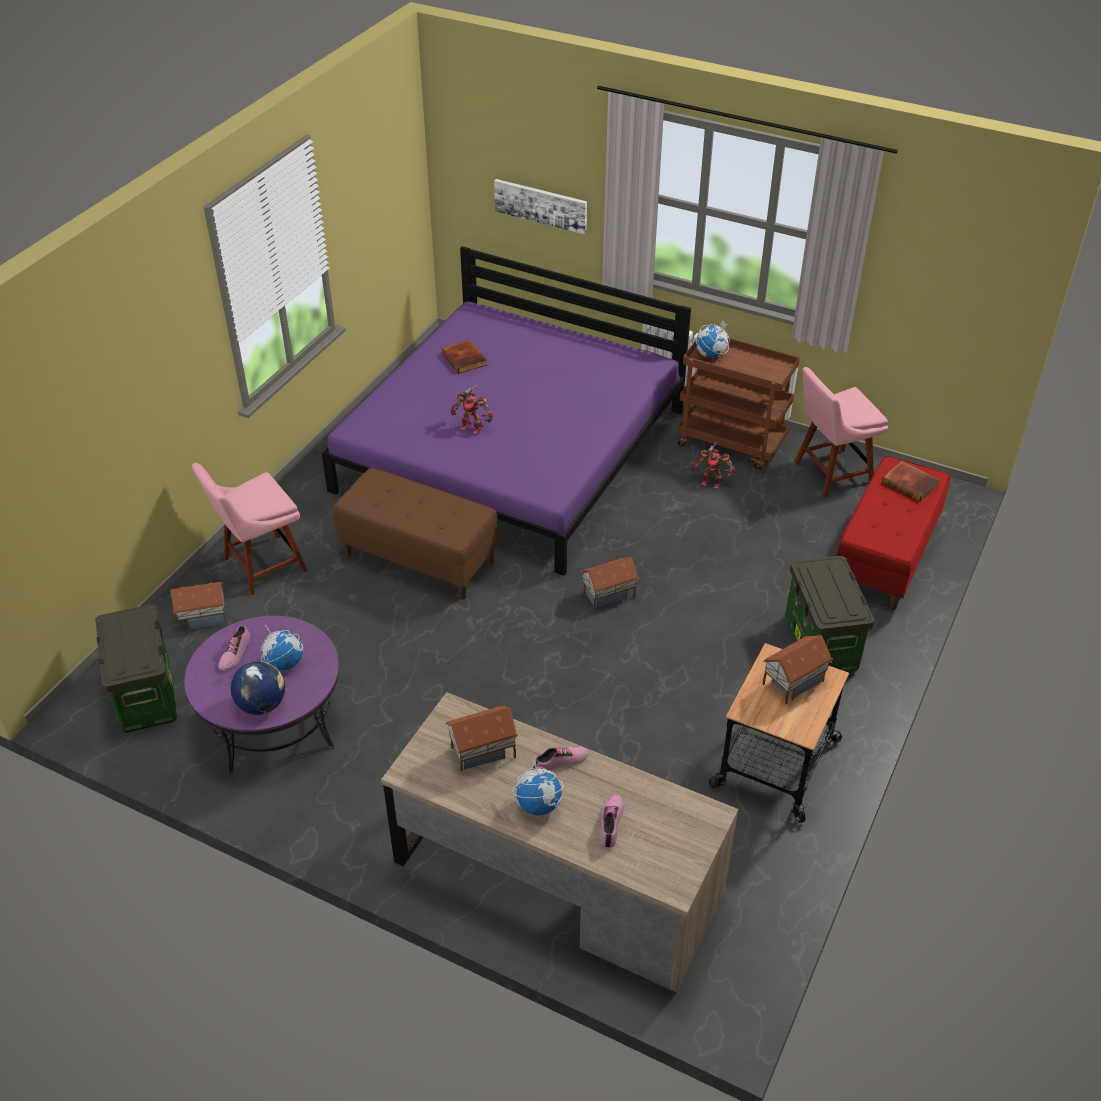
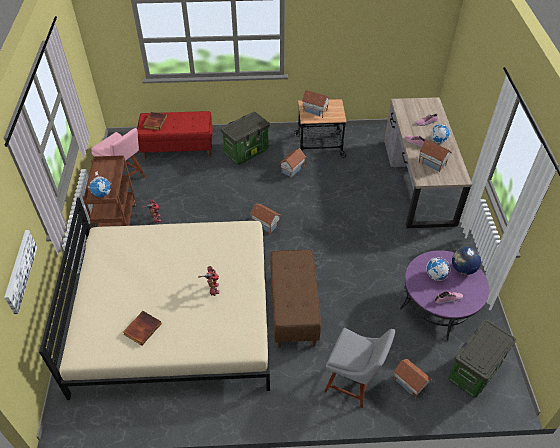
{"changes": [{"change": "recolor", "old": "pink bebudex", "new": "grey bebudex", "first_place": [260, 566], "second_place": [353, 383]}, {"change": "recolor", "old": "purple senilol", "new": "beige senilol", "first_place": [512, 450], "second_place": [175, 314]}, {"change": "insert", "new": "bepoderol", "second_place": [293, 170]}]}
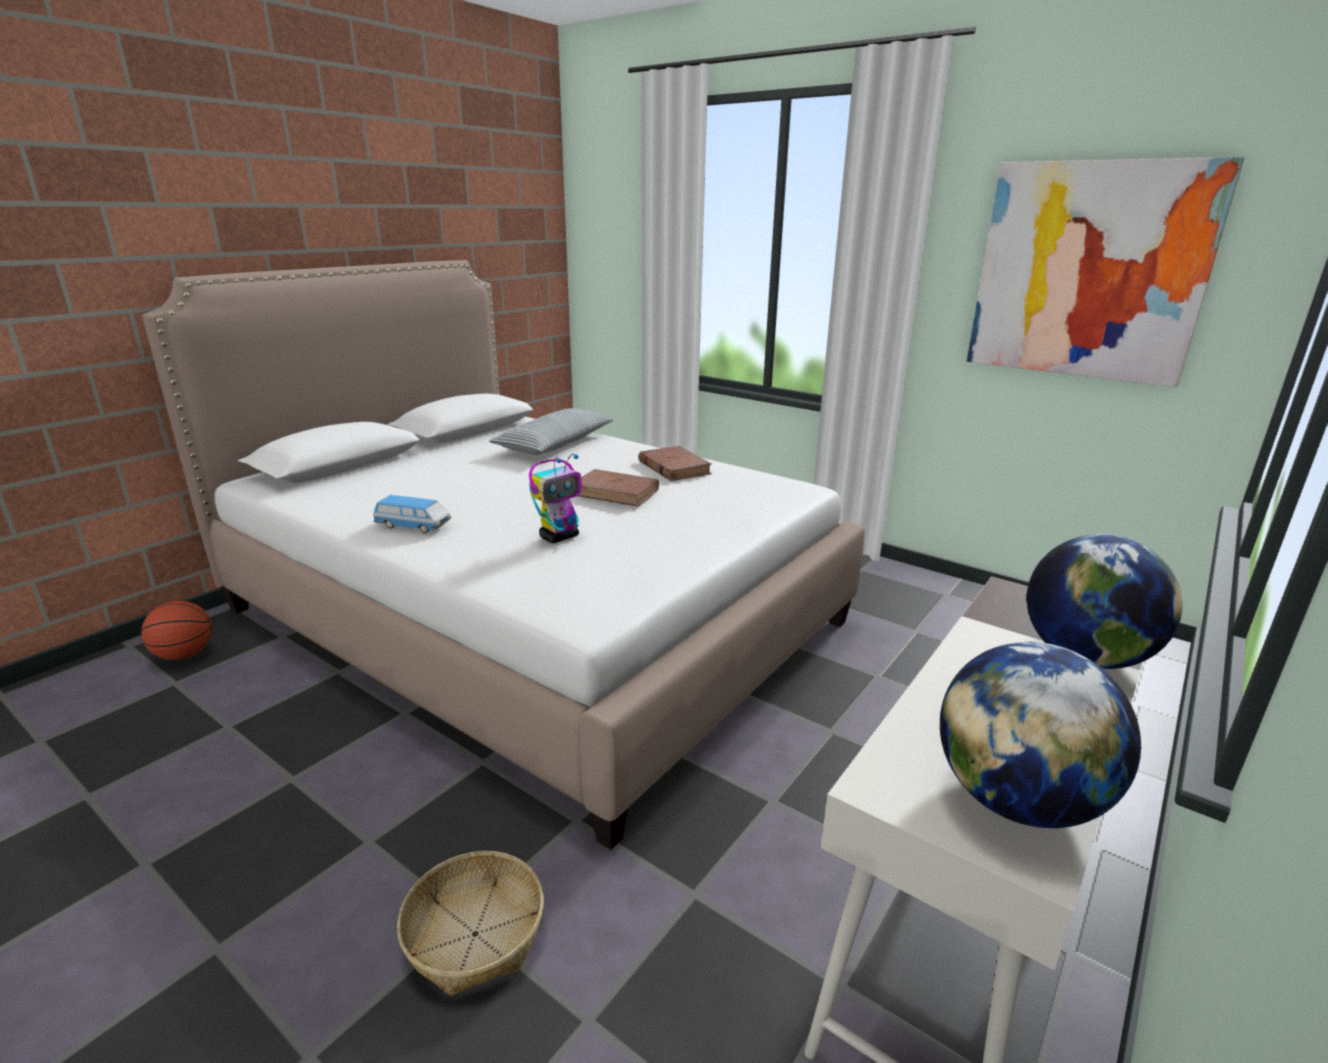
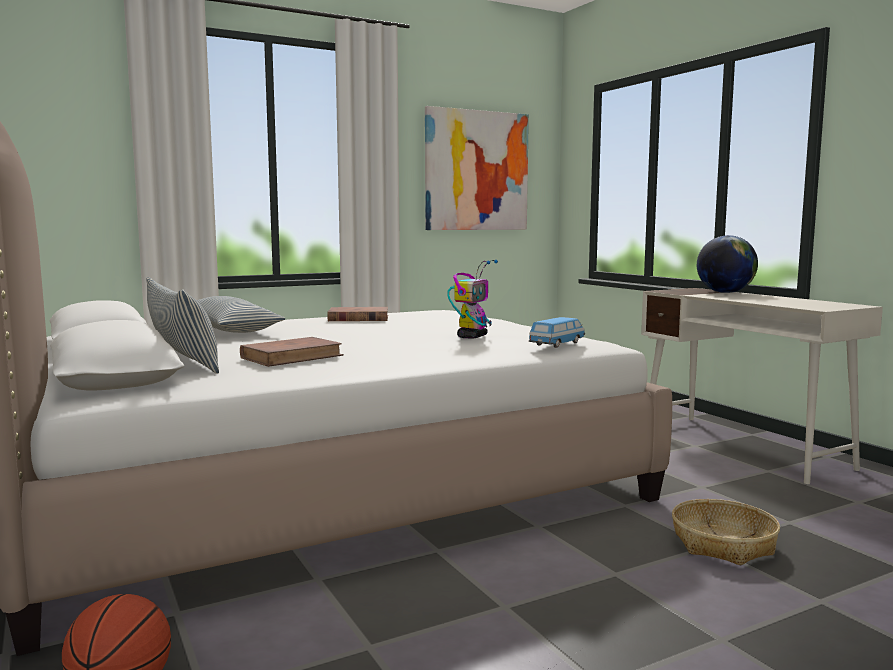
{"changes": [{"change": "move", "old": "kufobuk", "first_place": [413, 526], "second_place": [557, 344]}, {"change": "rotate", "old": "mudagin", "first_place": [560, 537], "second_place": [472, 336], "degrees": 45}, {"change": "move", "old": "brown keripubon", "first_place": [615, 492], "second_place": [292, 357]}, {"change": "delete", "old": "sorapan", "first_place": [1016, 800]}, {"change": "insert", "new": "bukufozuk", "second_place": [182, 360]}]}
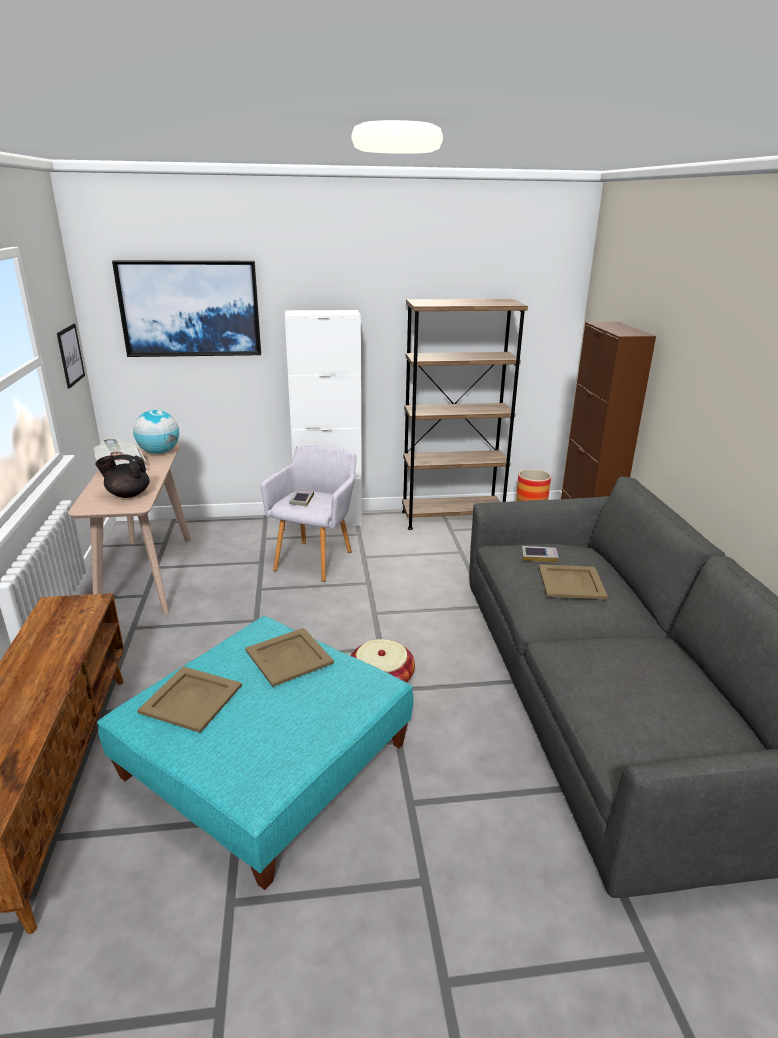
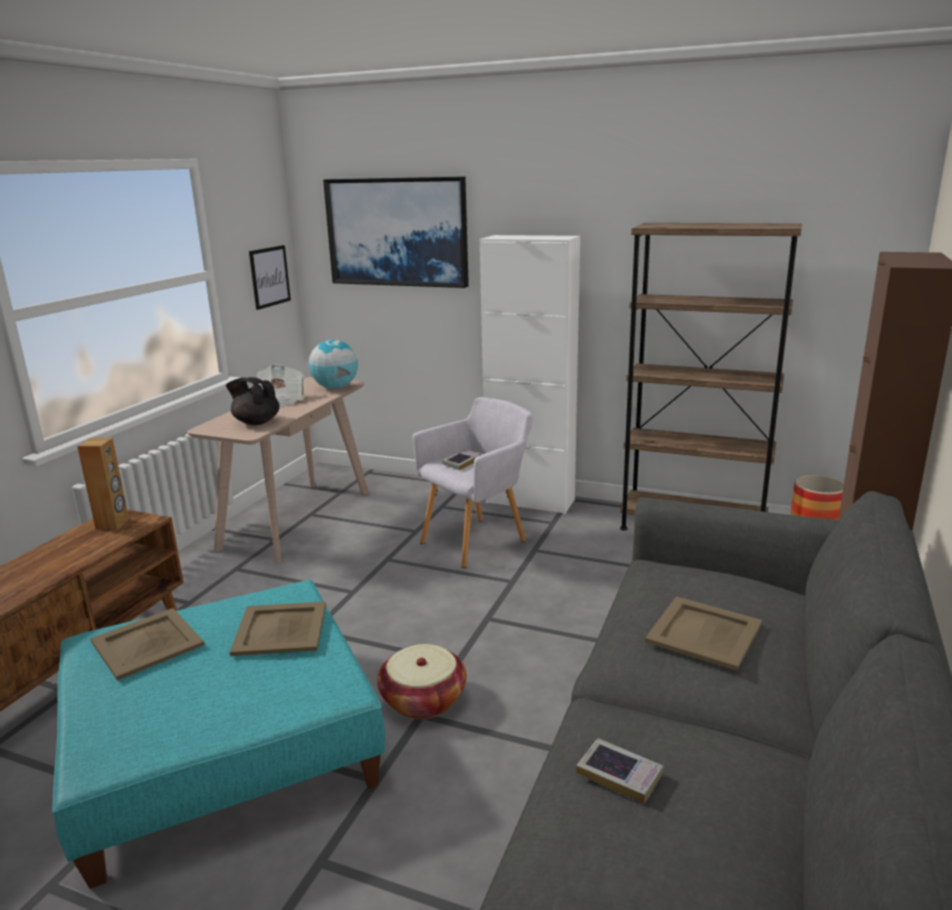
{"changes": [{"change": "move", "old": "keripubon", "first_place": [539, 556], "second_place": [619, 774]}, {"change": "insert", "new": "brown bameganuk", "second_place": [113, 524]}]}
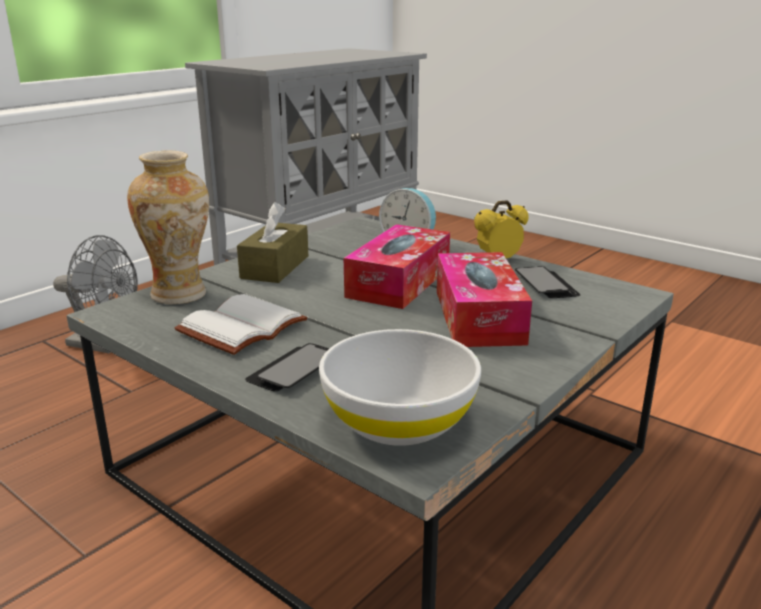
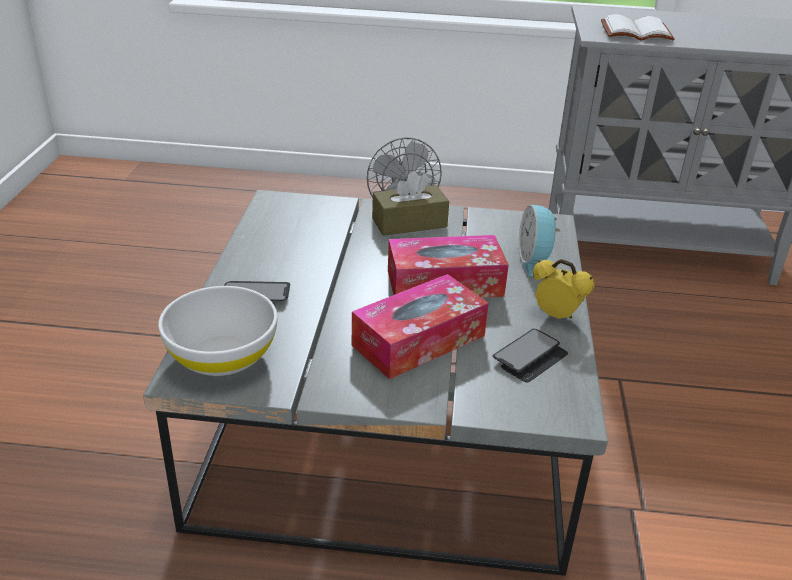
{"changes": [{"change": "delete", "old": "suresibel", "first_place": [180, 295]}, {"change": "move", "old": "white keripubon", "first_place": [243, 329], "second_place": [635, 32]}]}
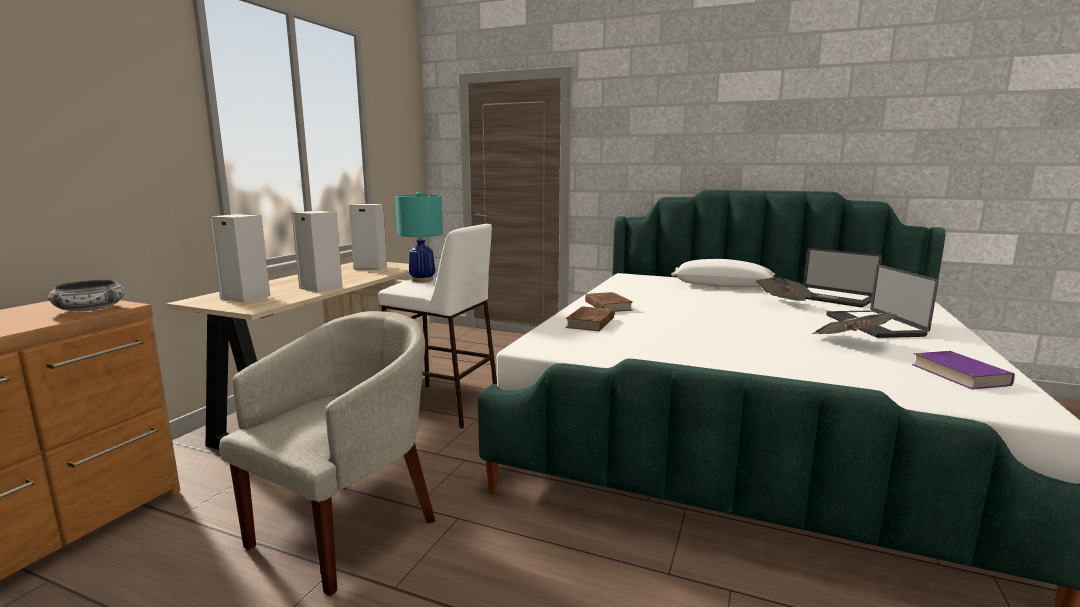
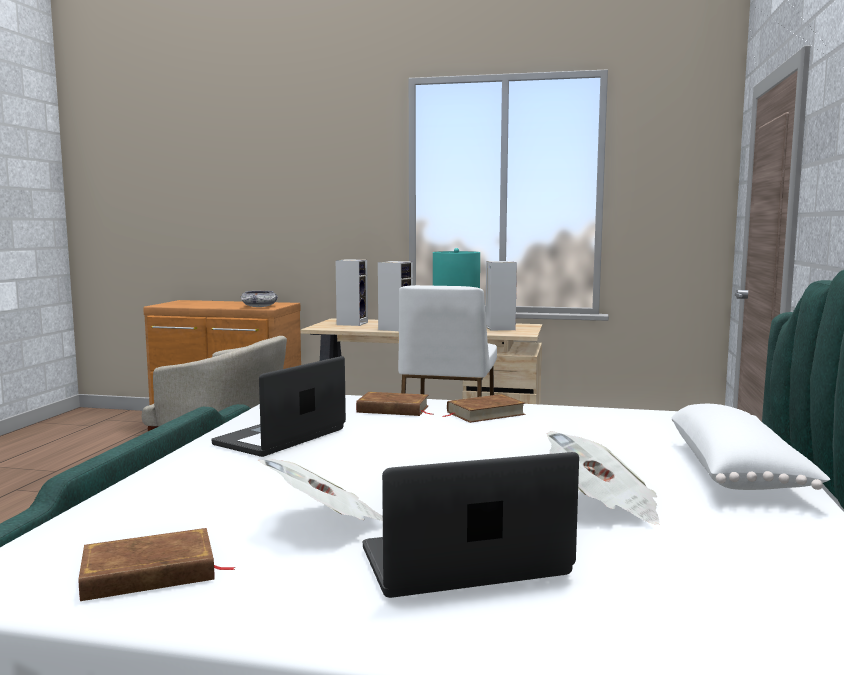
{"changes": [{"change": "move", "old": "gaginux", "first_place": [831, 298], "second_place": [281, 437]}, {"change": "recolor", "old": "purple keripubon", "new": "brown keripubon", "first_place": [959, 374], "second_place": [149, 573]}]}
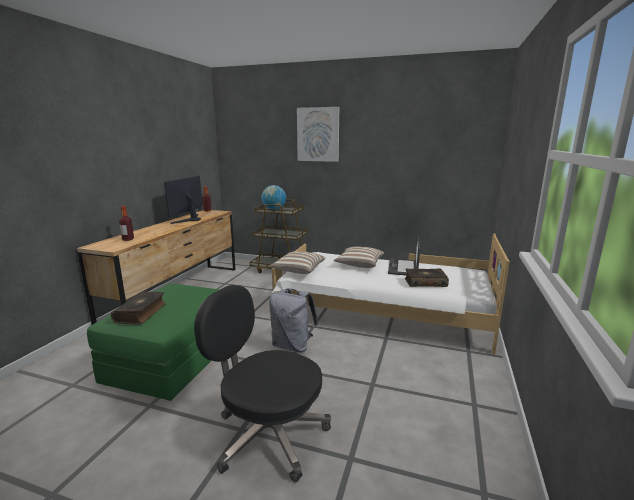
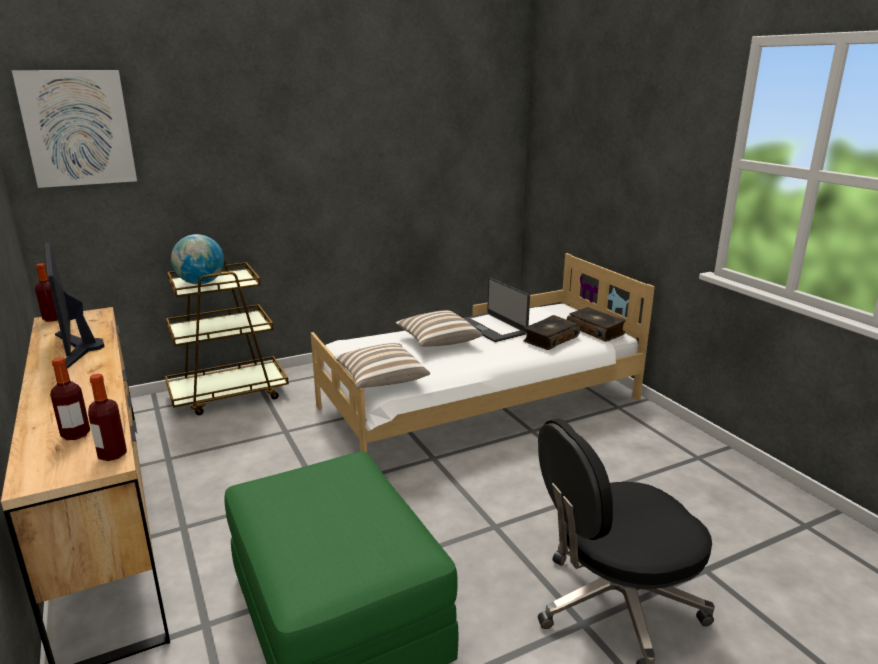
{"changes": [{"change": "move", "old": "keripubon", "first_place": [141, 313], "second_place": [595, 330]}, {"change": "delete", "old": "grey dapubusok", "first_place": [292, 346]}, {"change": "move", "old": "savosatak", "first_place": [318, 134], "second_place": [78, 128]}, {"change": "insert", "new": "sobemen", "second_place": [112, 454]}]}
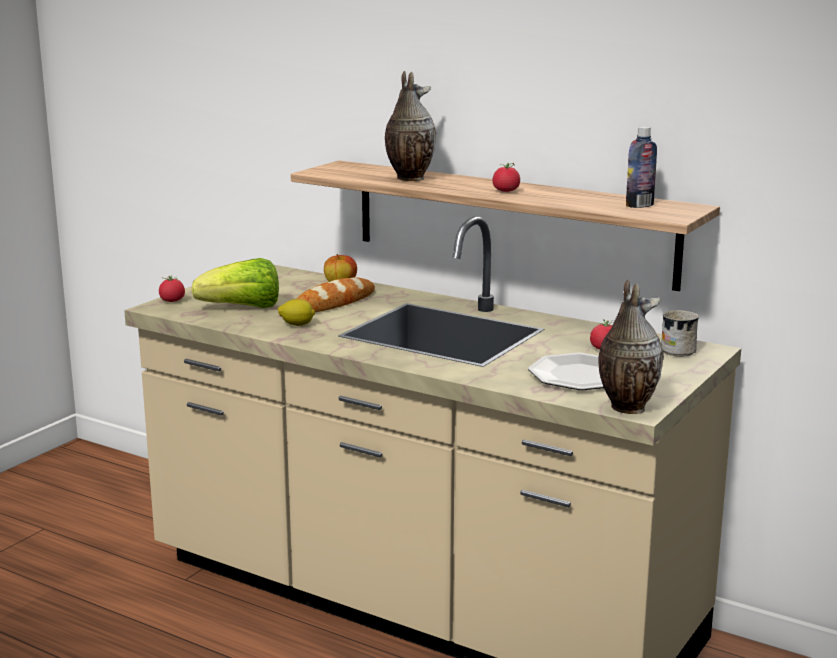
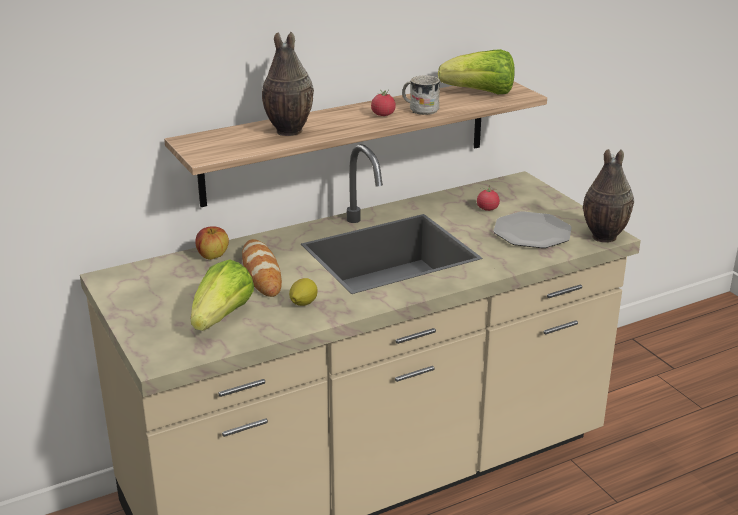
{"changes": [{"change": "delete", "old": "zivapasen", "first_place": [172, 301]}, {"change": "replace", "old": "sobemen", "new": "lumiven", "first_place": [639, 205], "second_place": [480, 93]}, {"change": "move", "old": "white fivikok", "first_place": [677, 349], "second_place": [420, 109]}]}
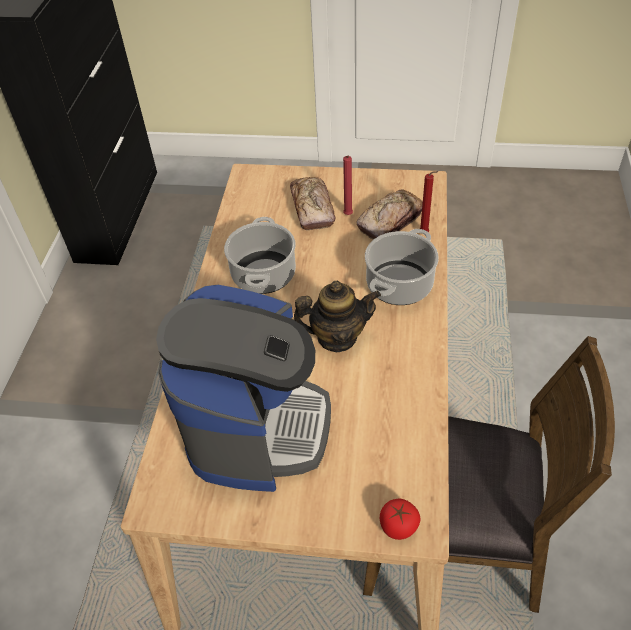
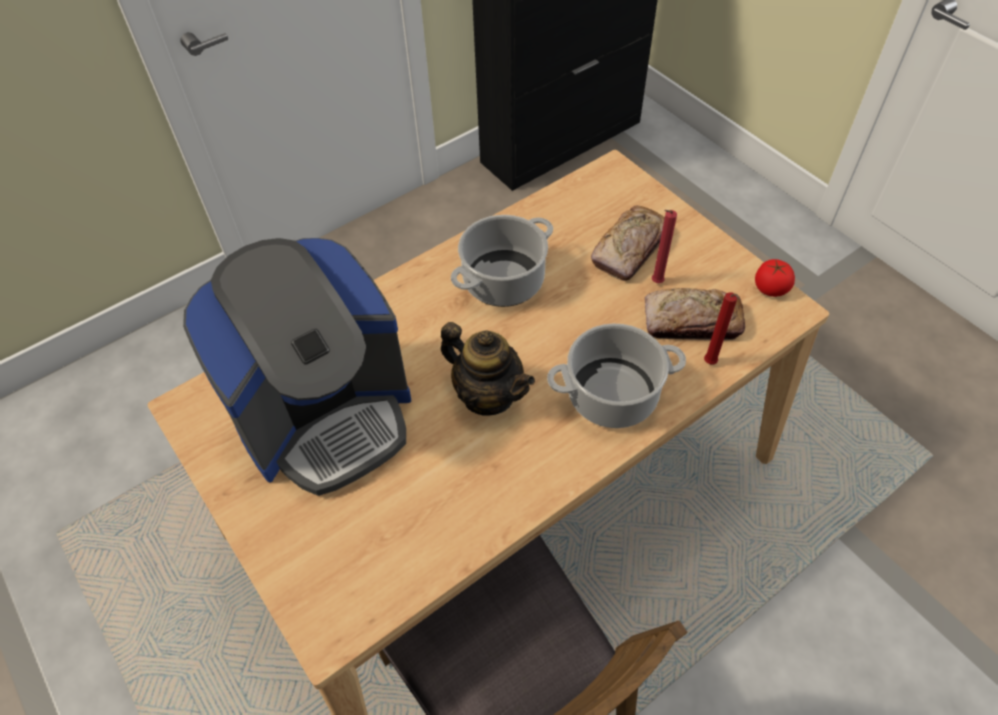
{"changes": [{"change": "move", "old": "zivapasen", "first_place": [398, 526], "second_place": [770, 288]}]}
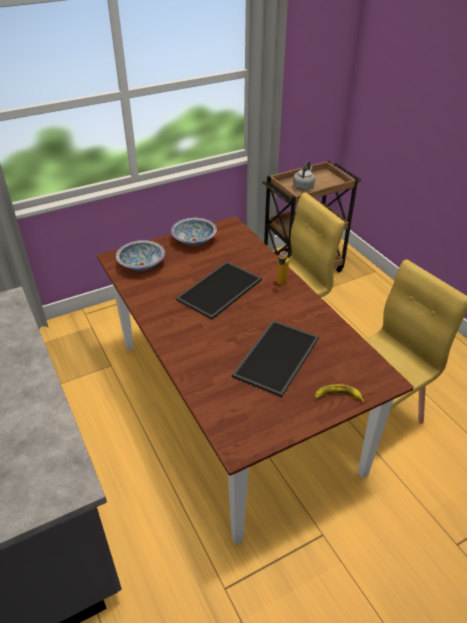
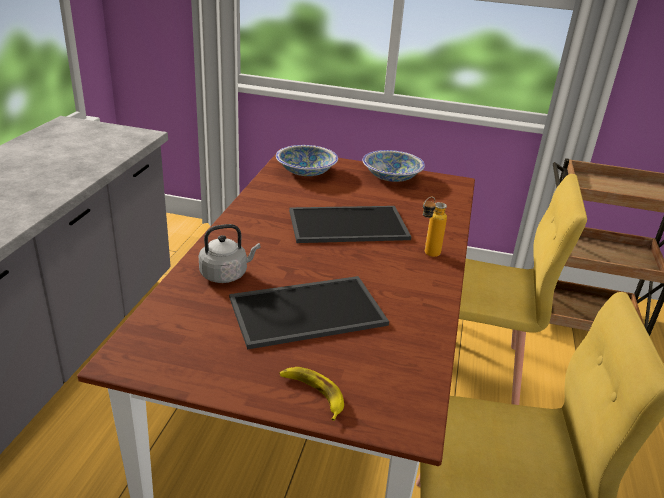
{"changes": [{"change": "move", "old": "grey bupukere", "first_place": [303, 186], "second_place": [226, 274]}]}
